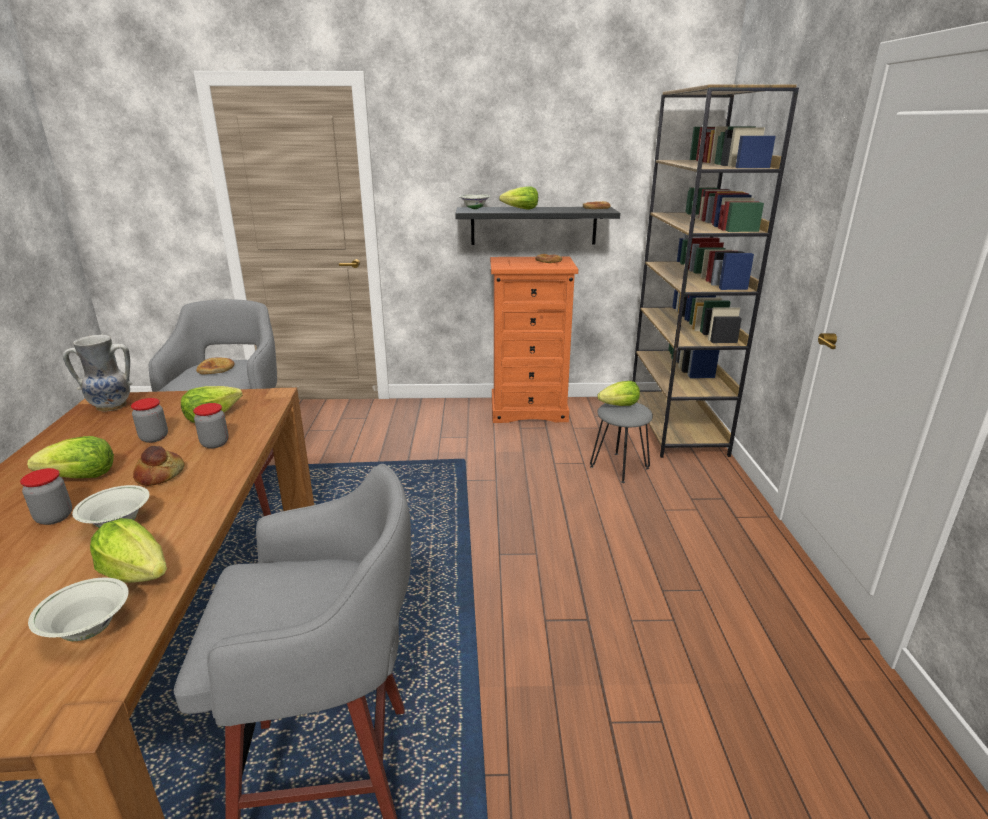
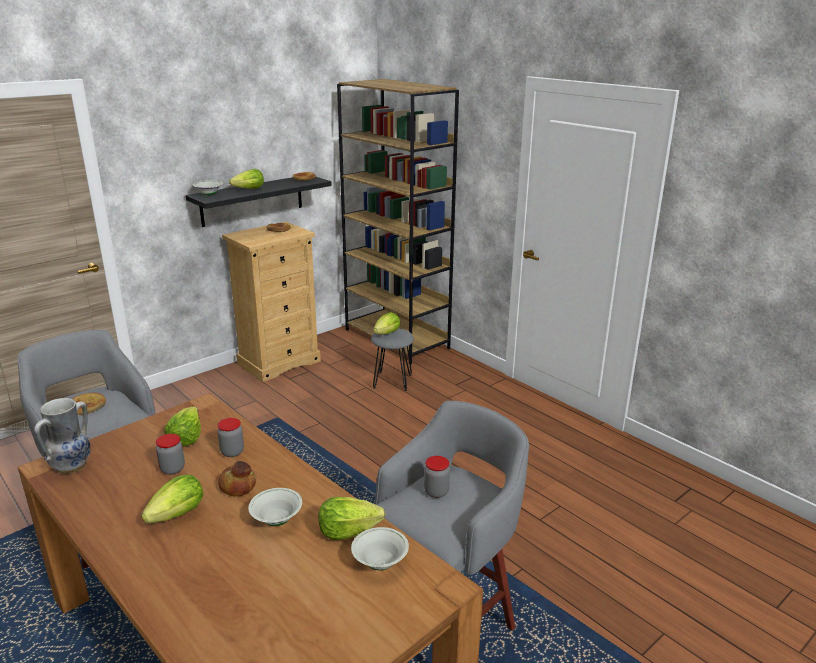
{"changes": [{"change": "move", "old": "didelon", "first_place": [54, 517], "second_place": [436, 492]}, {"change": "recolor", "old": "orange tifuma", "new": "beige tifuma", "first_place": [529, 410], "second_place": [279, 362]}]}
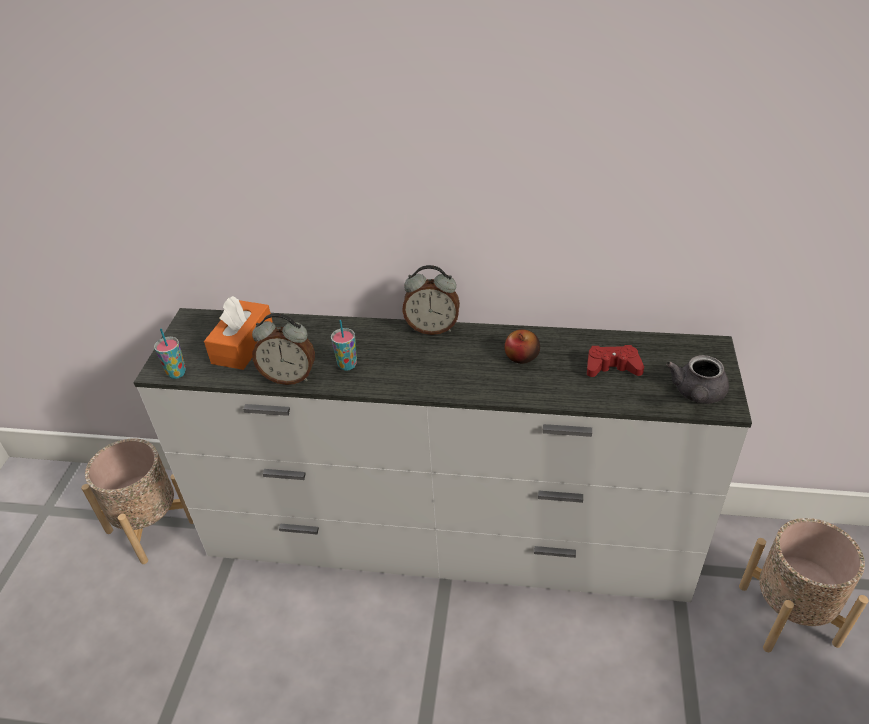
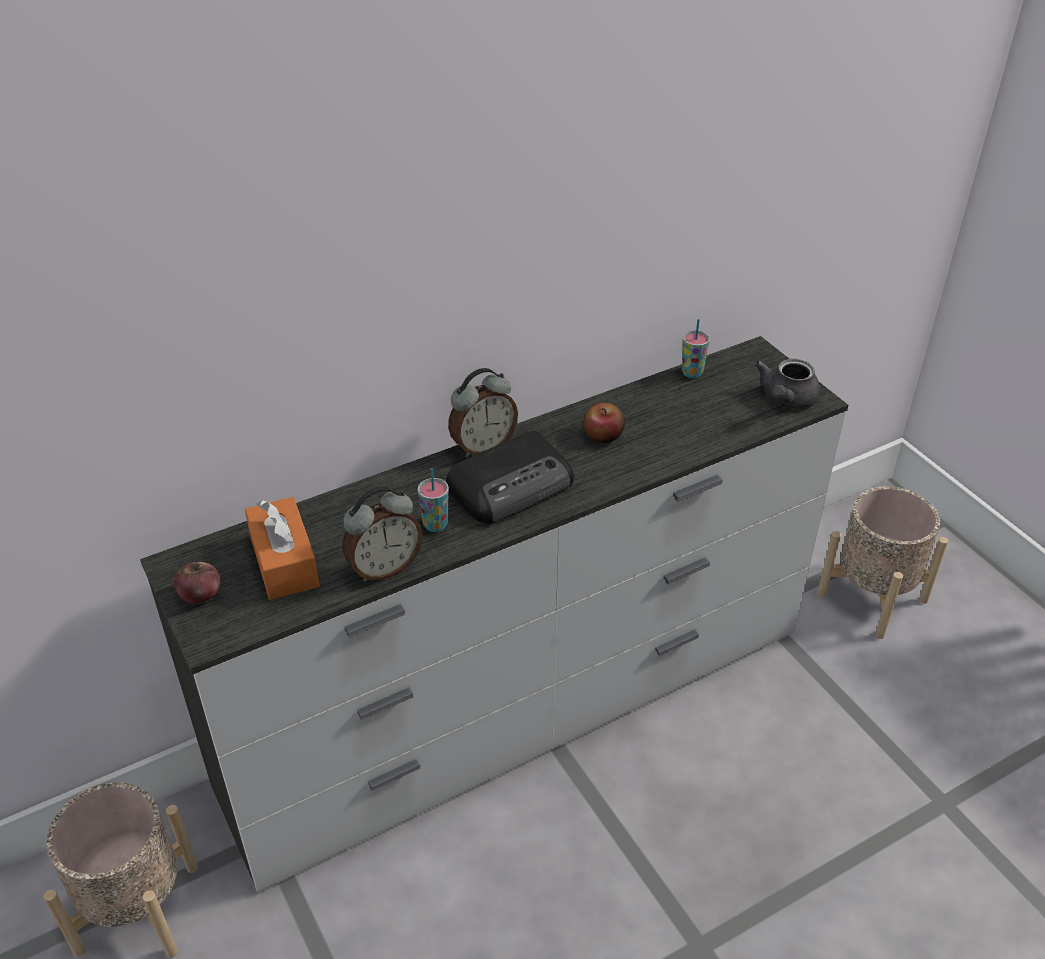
{"changes": [{"change": "move", "old": "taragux", "first_place": [177, 373], "second_place": [692, 373]}, {"change": "delete", "old": "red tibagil", "first_place": [612, 367]}, {"change": "rotate", "old": "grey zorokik", "first_place": [697, 394], "second_place": [786, 400], "degrees": 45}, {"change": "insert", "new": "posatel", "second_place": [201, 595]}, {"change": "insert", "new": "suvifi", "second_place": [512, 485]}]}
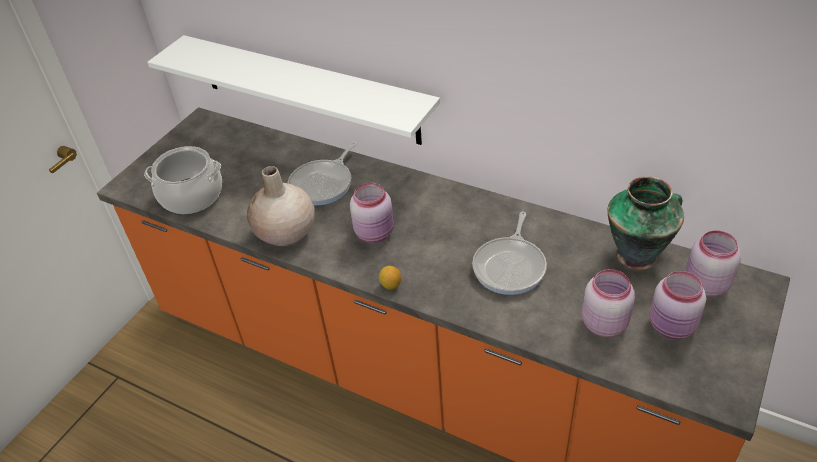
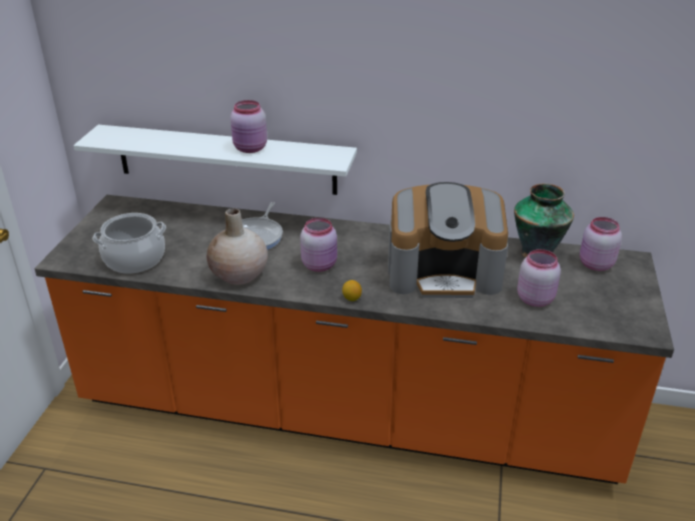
{"changes": [{"change": "replace", "old": "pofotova", "new": "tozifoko", "first_place": [510, 266], "second_place": [444, 272]}, {"change": "move", "old": "pink didelon", "first_place": [672, 327], "second_place": [250, 149]}]}
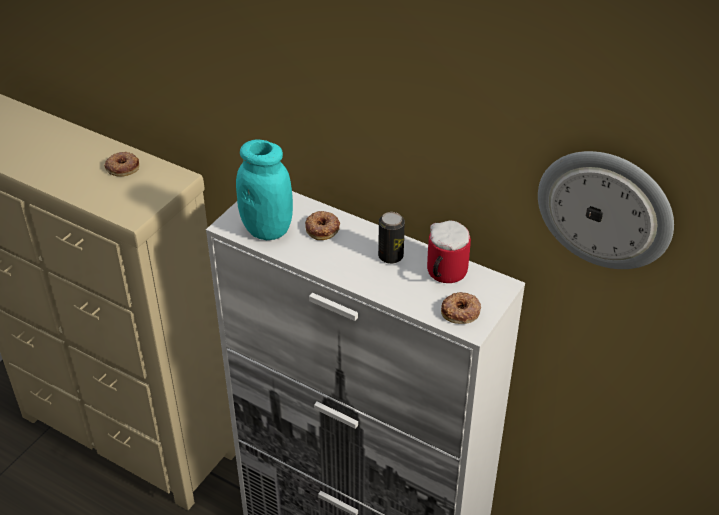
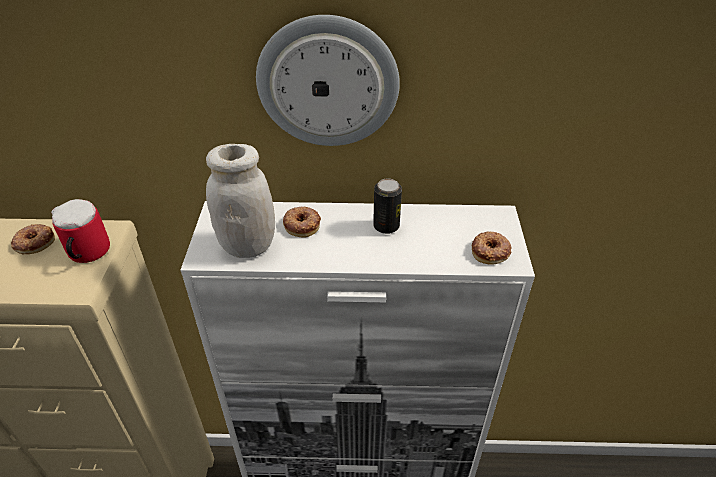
{"changes": [{"change": "recolor", "old": "turquoise didelon", "new": "white didelon", "first_place": [267, 229], "second_place": [248, 246]}, {"change": "move", "old": "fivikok", "first_place": [442, 273], "second_place": [85, 254]}, {"change": "move", "old": "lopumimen", "first_place": [605, 208], "second_place": [328, 83]}]}
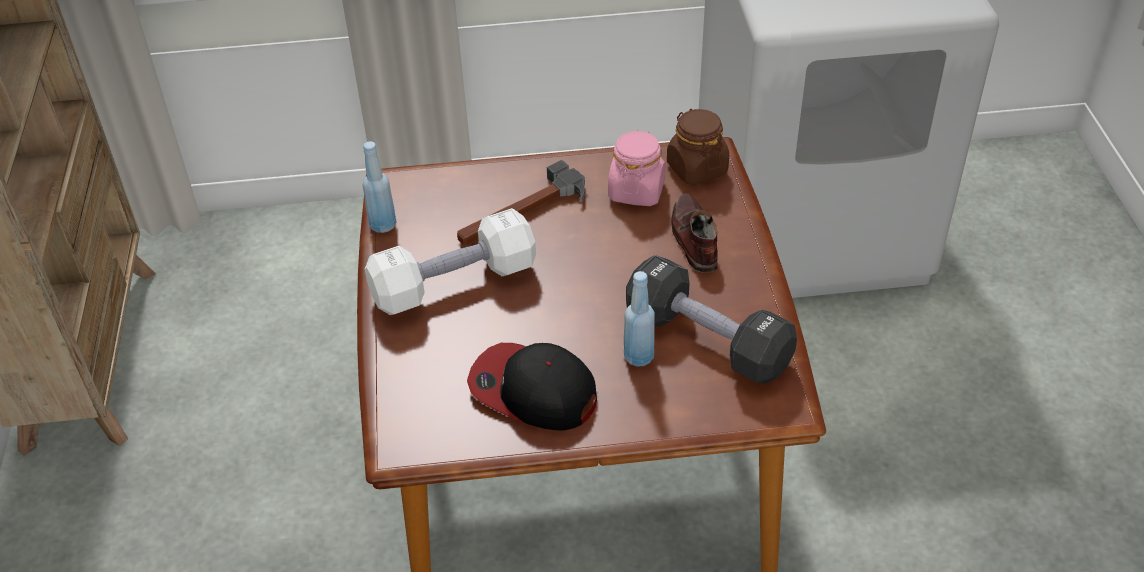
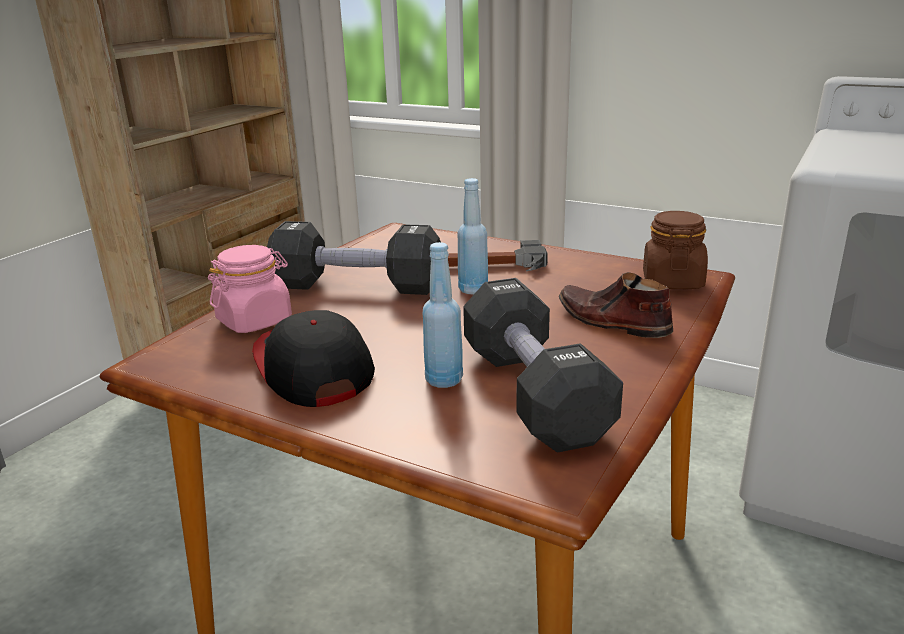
{"changes": [{"change": "move", "old": "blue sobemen", "first_place": [383, 225], "second_place": [473, 290]}, {"change": "recolor", "old": "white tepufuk", "new": "black tepufuk", "first_place": [454, 283], "second_place": [357, 286]}, {"change": "move", "old": "pink didelon", "first_place": [636, 190], "second_place": [255, 321]}, {"change": "rotate", "old": "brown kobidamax", "first_place": [693, 239], "second_place": [611, 321], "degrees": -75}]}
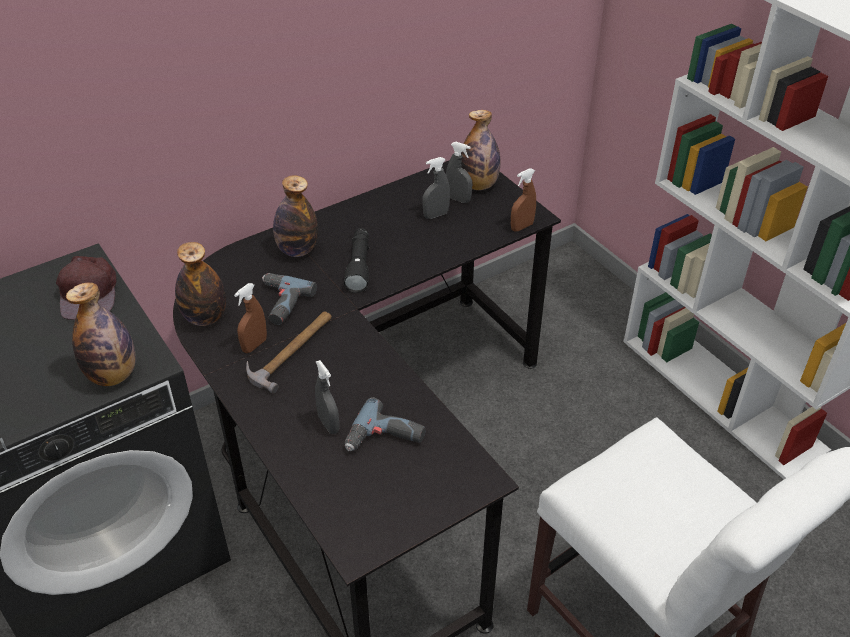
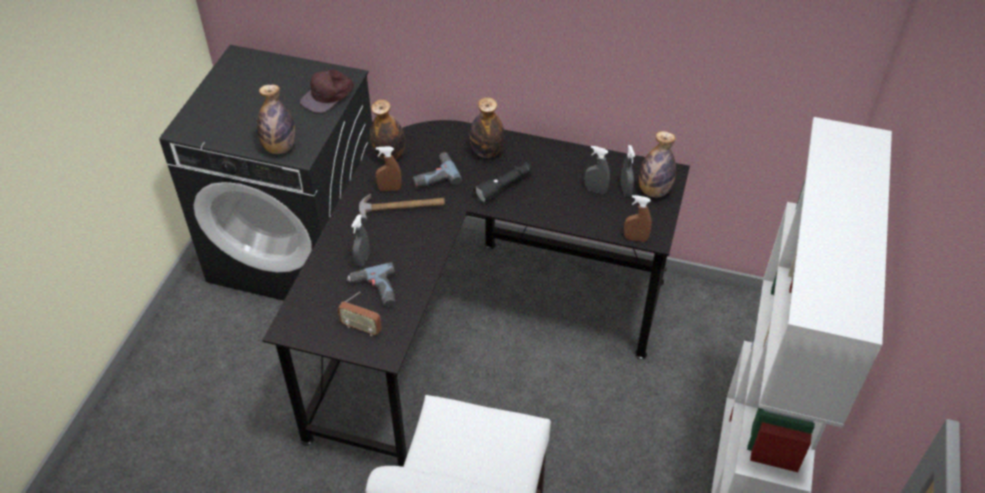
{"changes": [{"change": "insert", "new": "suvifi", "second_place": [361, 328]}]}
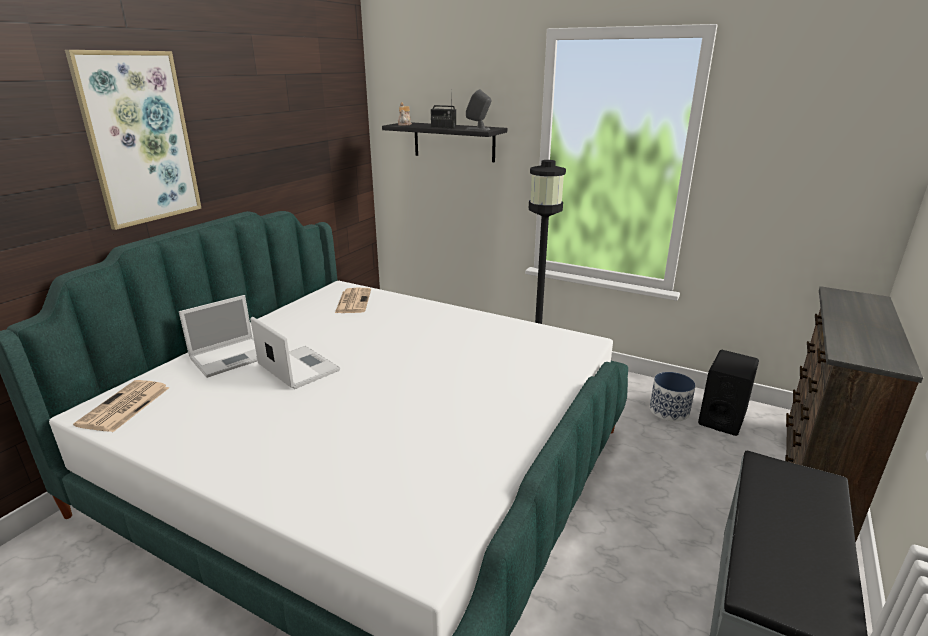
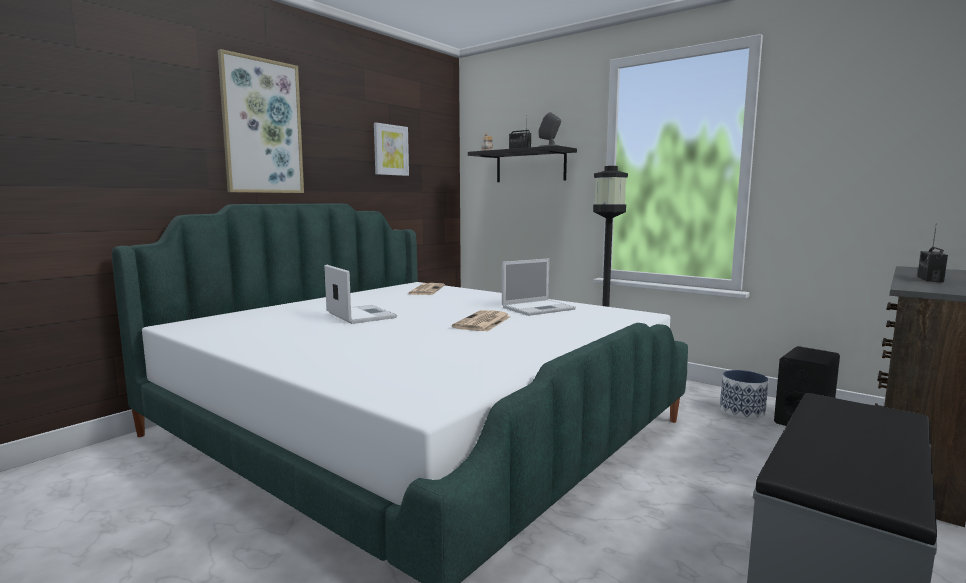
{"changes": [{"change": "move", "old": "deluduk", "first_place": [124, 407], "second_place": [482, 322]}, {"change": "move", "old": "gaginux", "first_place": [232, 356], "second_place": [539, 308]}, {"change": "insert", "new": "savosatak", "second_place": [390, 150]}, {"change": "insert", "new": "suvifi", "second_place": [929, 279]}]}
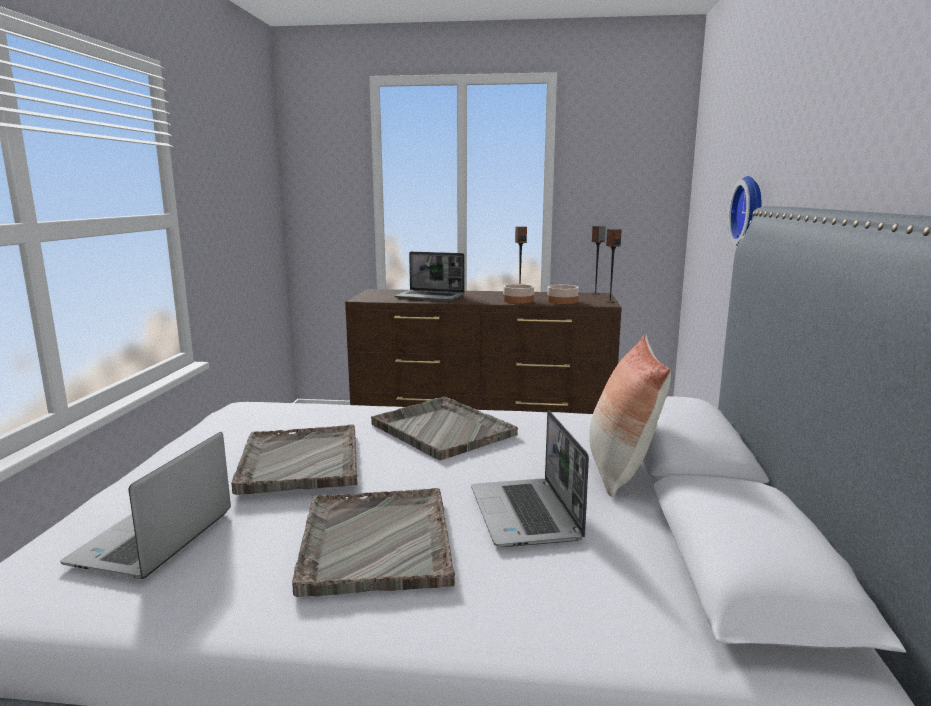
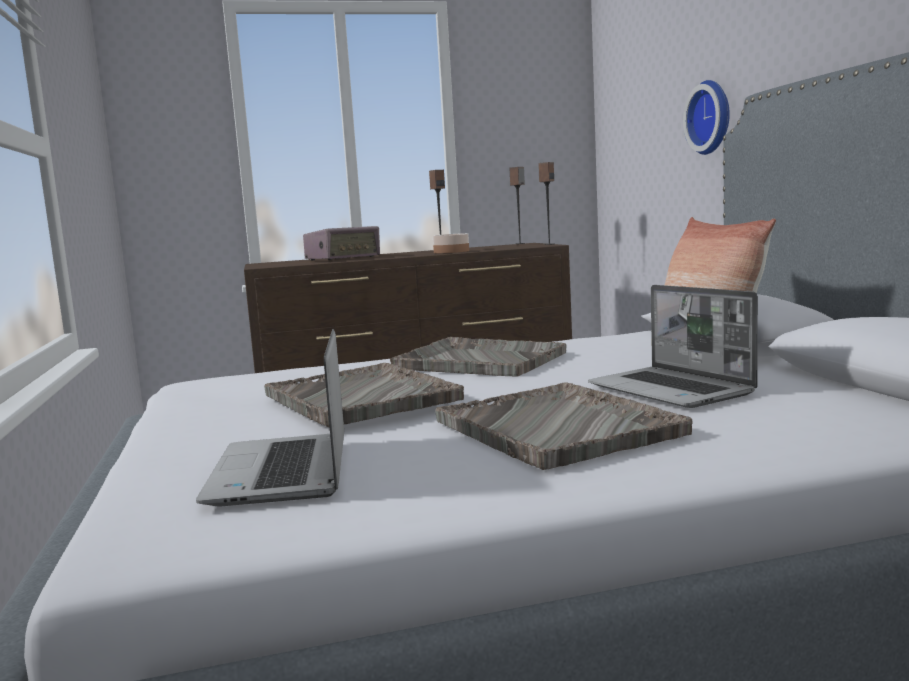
{"changes": [{"change": "replace", "old": "gaginux", "new": "suvifi", "first_place": [431, 297], "second_place": [343, 259]}, {"change": "delete", "old": "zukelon", "first_place": [563, 301]}]}
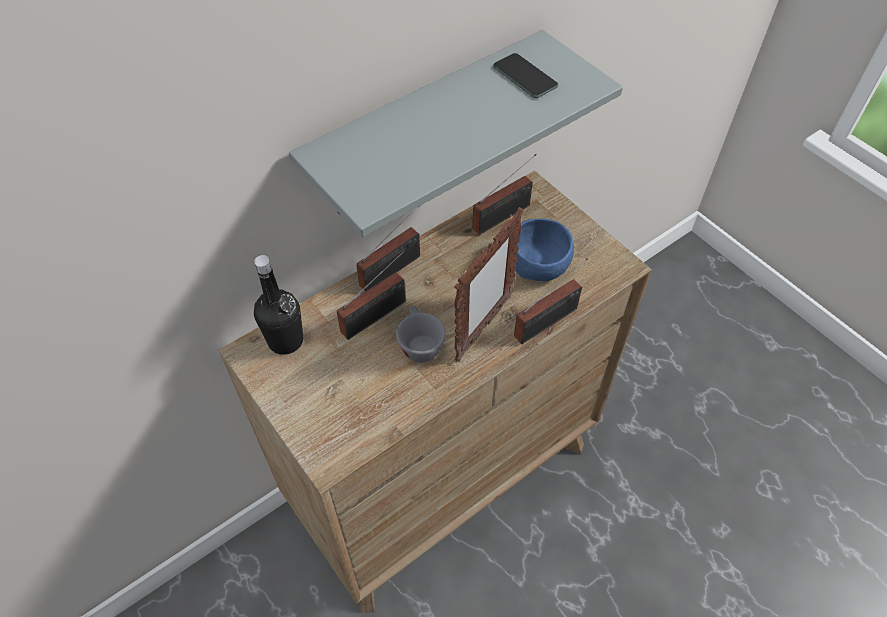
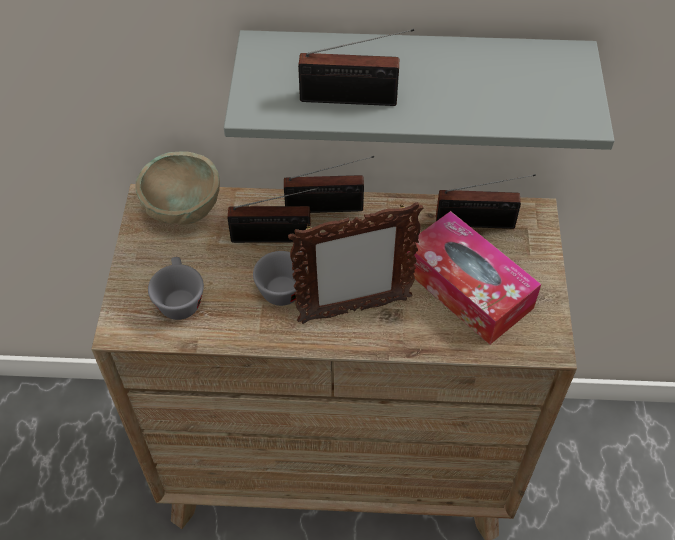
{"changes": [{"change": "replace", "old": "black sobemen", "new": "beige zukelon", "first_place": [285, 340], "second_place": [184, 210]}, {"change": "delete", "old": "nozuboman", "first_place": [525, 76]}, {"change": "move", "old": "suvifi", "first_place": [549, 321], "second_place": [354, 99]}, {"change": "replace", "old": "blue zukelon", "new": "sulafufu", "first_place": [539, 263], "second_place": [467, 288]}, {"change": "insert", "new": "grey taragux", "second_place": [179, 299]}]}
